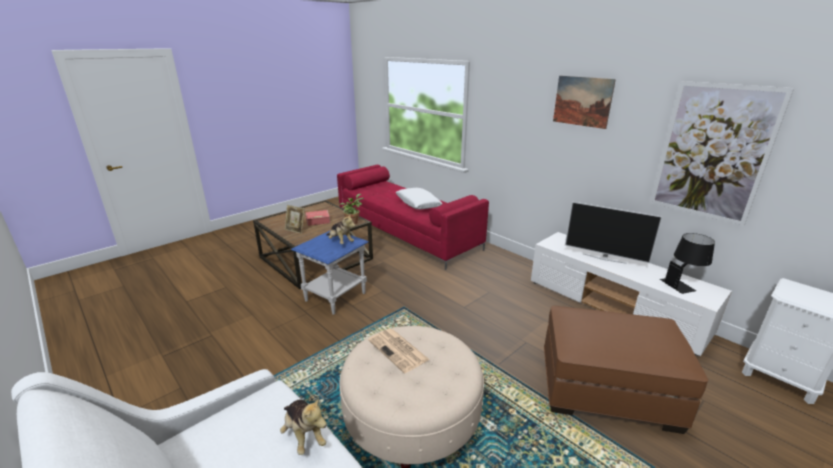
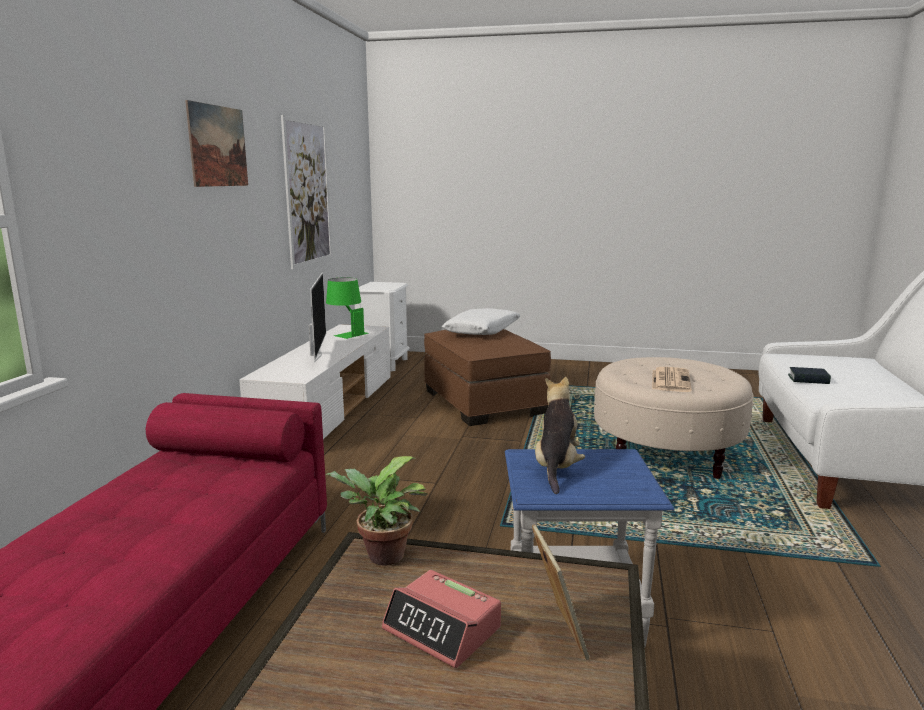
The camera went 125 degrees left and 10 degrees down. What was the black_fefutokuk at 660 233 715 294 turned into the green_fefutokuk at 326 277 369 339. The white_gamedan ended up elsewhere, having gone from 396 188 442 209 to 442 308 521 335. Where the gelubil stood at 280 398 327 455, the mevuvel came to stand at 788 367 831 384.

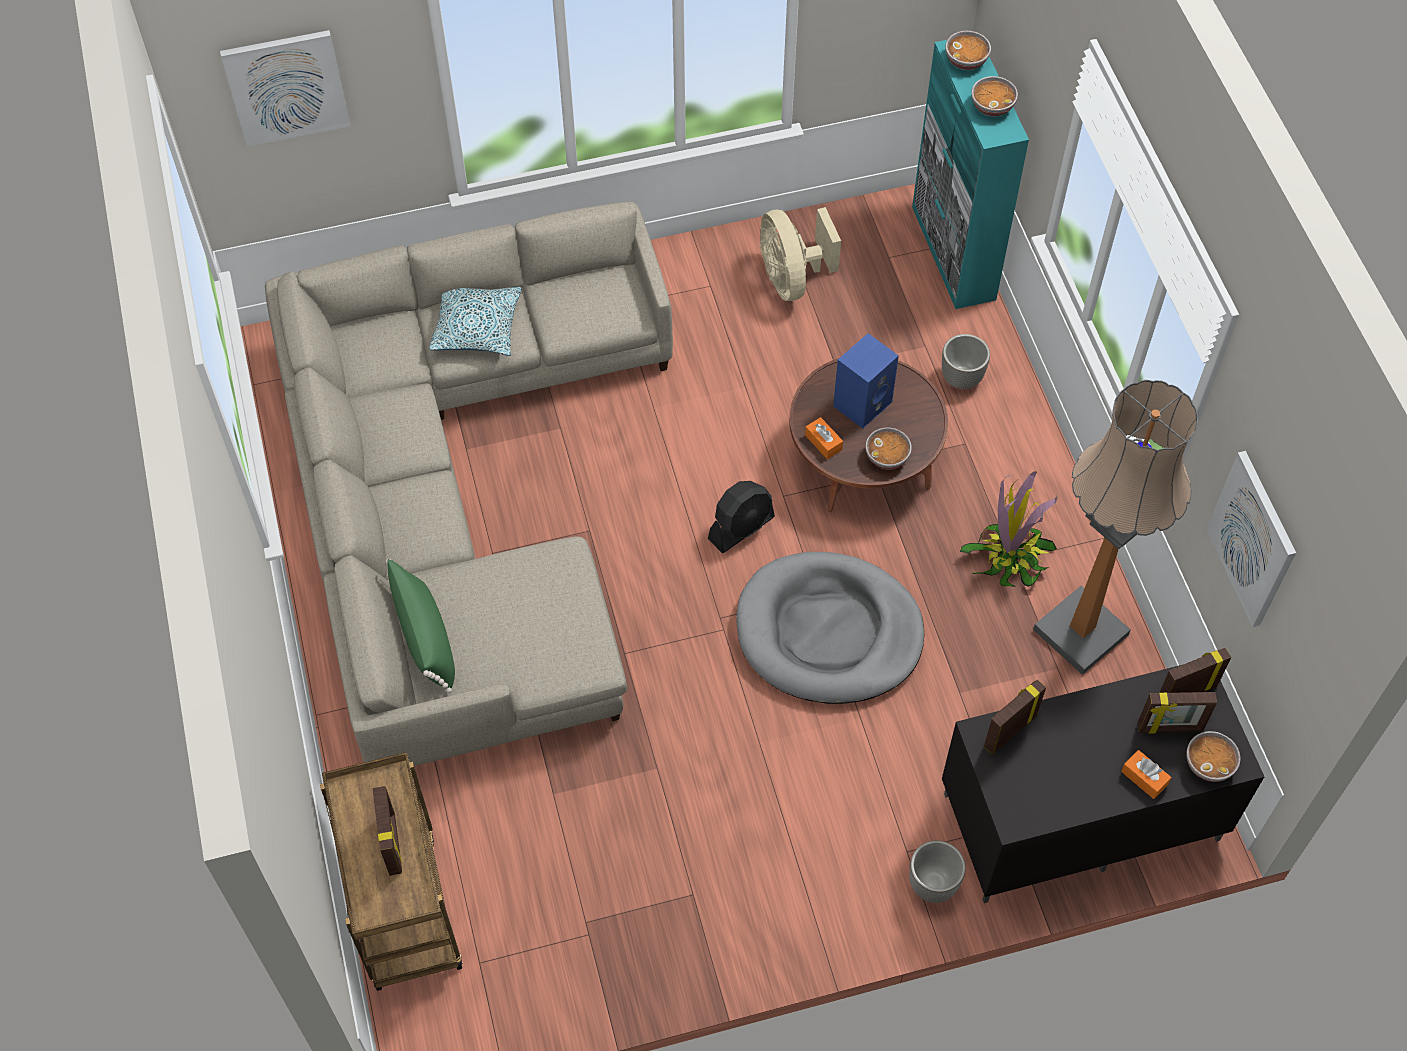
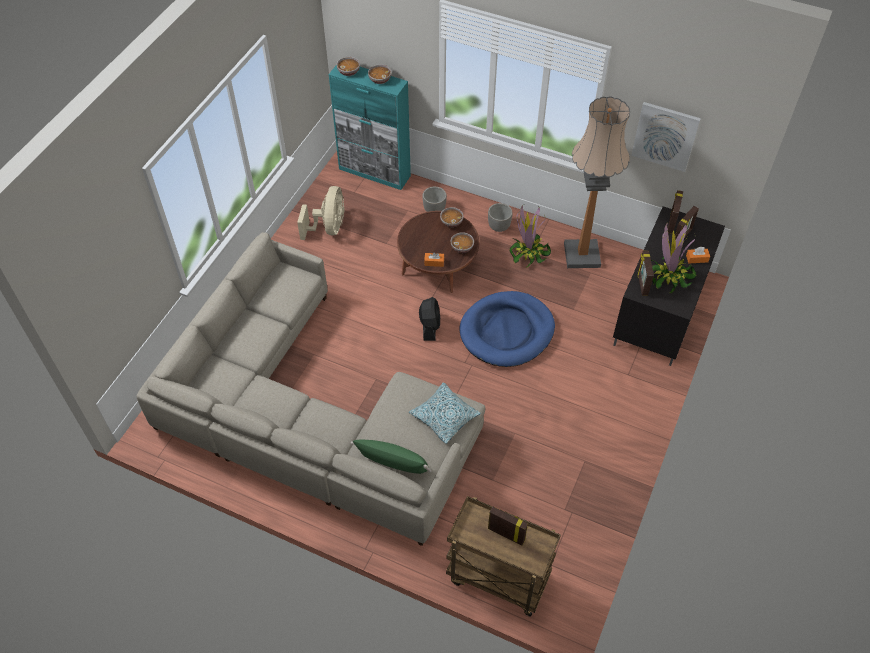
The camera went 50 degrees left and 5 degrees down. The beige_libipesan at 760 207 841 301 ended up facing another way, 105 degrees counterclockwise from before. The gamedan ended up elsewhere, having gone from 429 287 521 356 to 409 382 481 444. The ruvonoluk ended up elsewhere, having gone from 1186 731 1240 782 to 440 207 463 227. What was the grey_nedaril at 736 552 924 704 turned into the blue_nedaril at 459 291 555 367. The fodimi ended up elsewhere, having gone from 909 841 966 903 to 488 203 513 232. The second view gained the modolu at 651 223 696 294. The second view lost the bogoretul at 220 30 350 147. The second view lost the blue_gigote at 833 333 899 429.

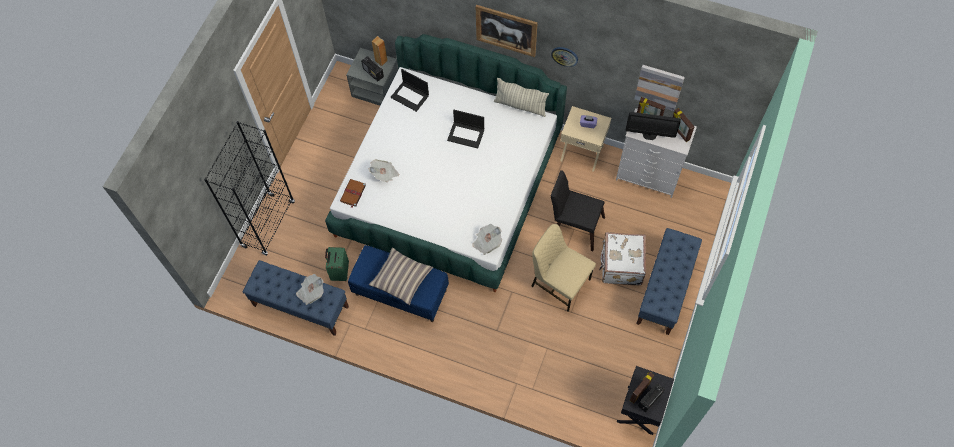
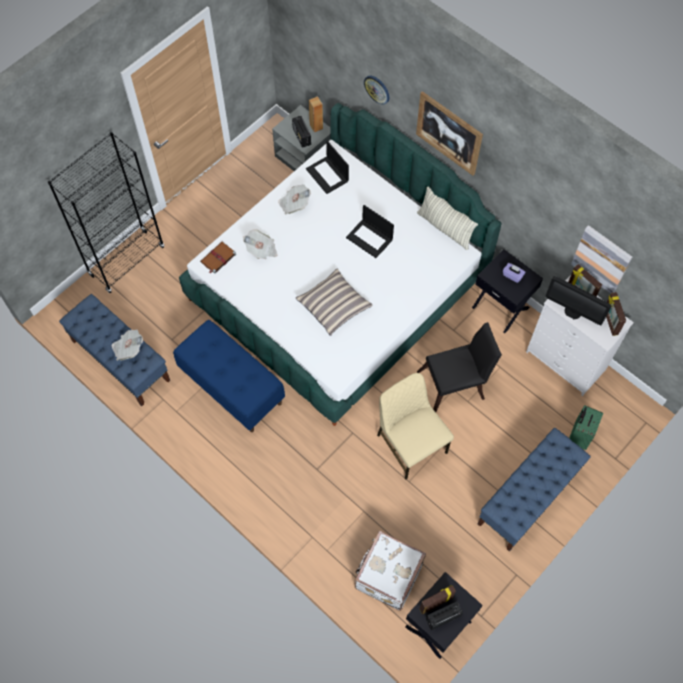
The camera went 20 degrees right and 0 degrees up. The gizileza ended up elsewhere, having gone from 472 224 502 255 to 278 184 311 215. The gamedan ended up elsewhere, having gone from 369 247 433 305 to 296 269 373 336. The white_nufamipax ended up elsewhere, having gone from 599 232 646 285 to 354 531 426 611. The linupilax ended up elsewhere, having gone from 551 47 578 67 to 364 76 389 105. The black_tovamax at 551 170 605 251 ended up facing another way, 120 degrees clockwise from before. What was the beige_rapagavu at 560 106 611 172 turned into the black_rapagavu at 472 249 543 333. The green_nufamipax ended up elsewhere, having gone from 325 247 349 281 to 569 405 603 450.

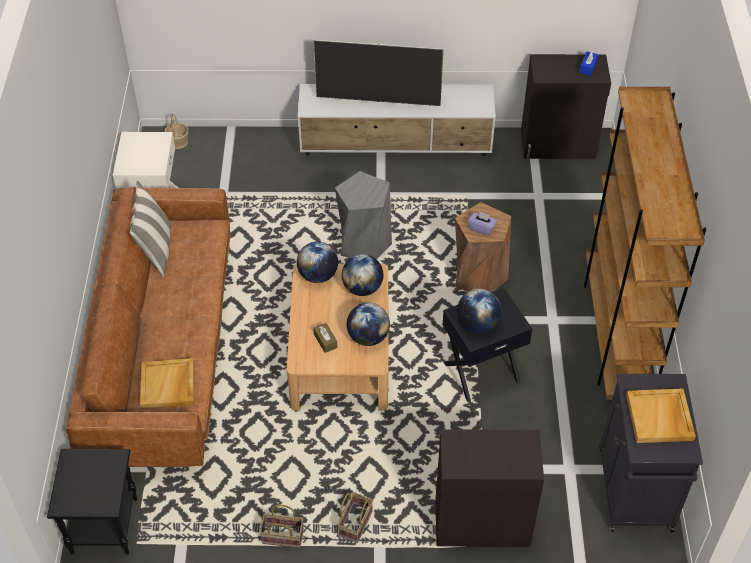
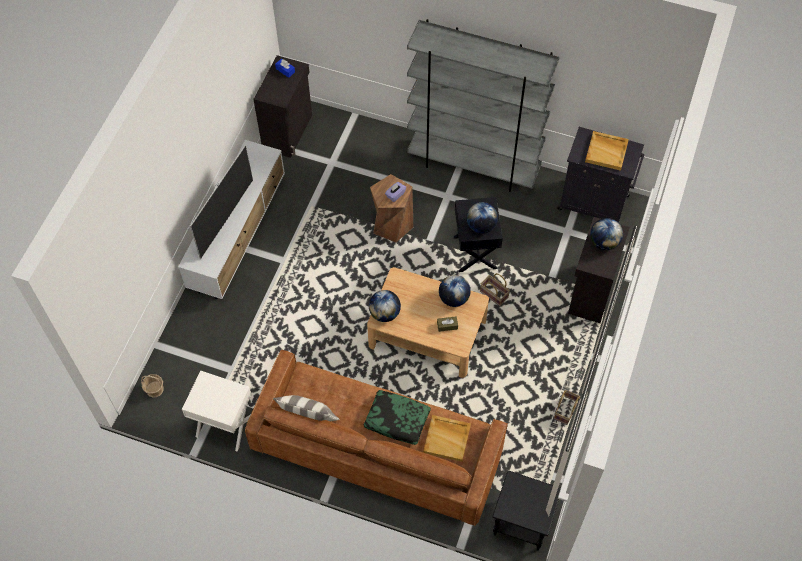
The camera went 70 degrees left and 10 degrees up. The second view gained the gamedan at 363 390 431 445. What was the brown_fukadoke at 584 87 706 400 turned into the grey_fukadoke at 407 19 560 192. The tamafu ended up elsewhere, having gone from 337 492 373 543 to 480 273 510 306. The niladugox ended up elsewhere, having gone from 342 254 384 296 to 590 218 623 250. The second view lost the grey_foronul at 335 171 392 259.

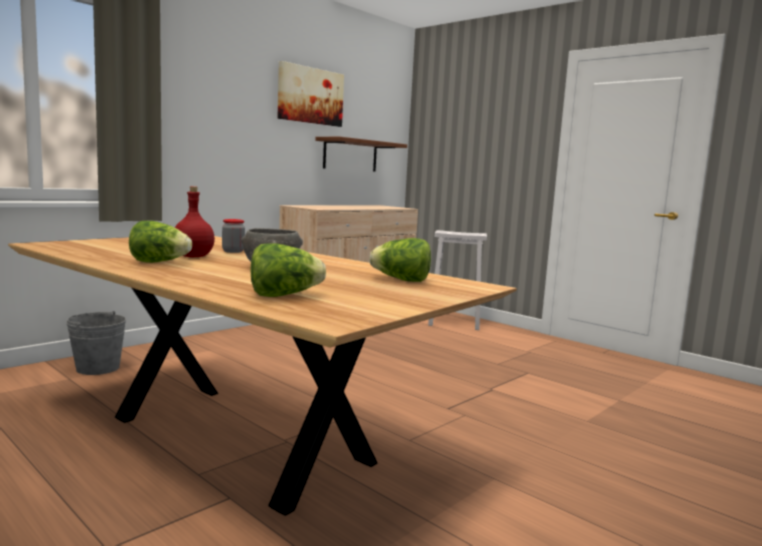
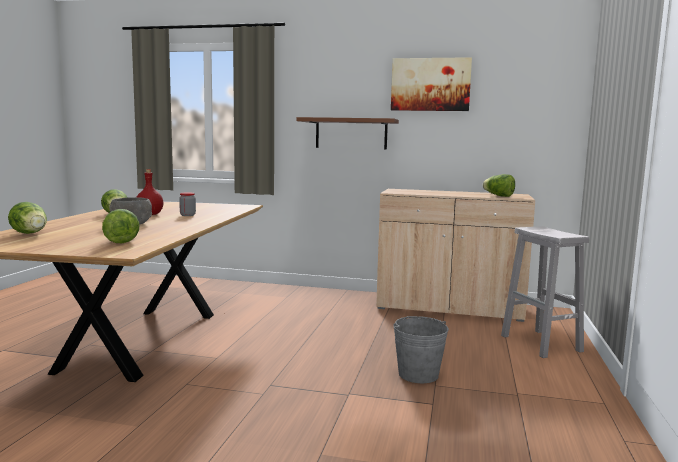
The camera went 60 degrees right and 0 degrees up. The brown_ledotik ended up elsewhere, having gone from 315 137 407 171 to 296 117 399 150. The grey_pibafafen ended up elsewhere, having gone from 66 311 126 375 to 393 316 449 383. The second view gained the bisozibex at 483 174 515 197.

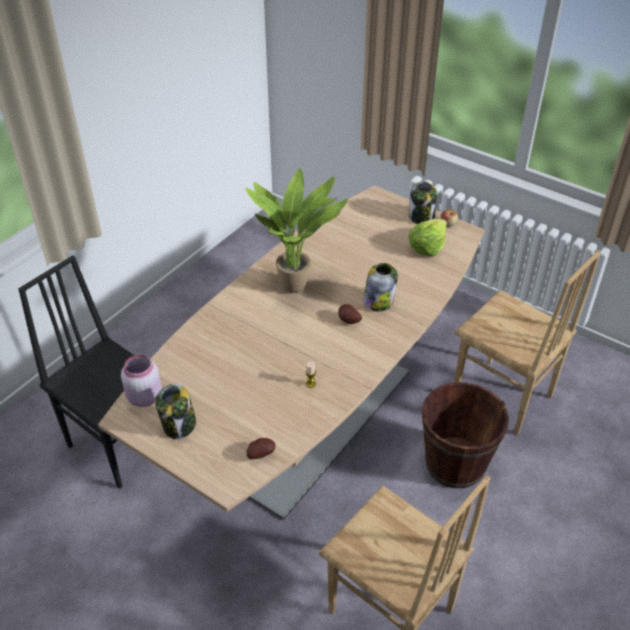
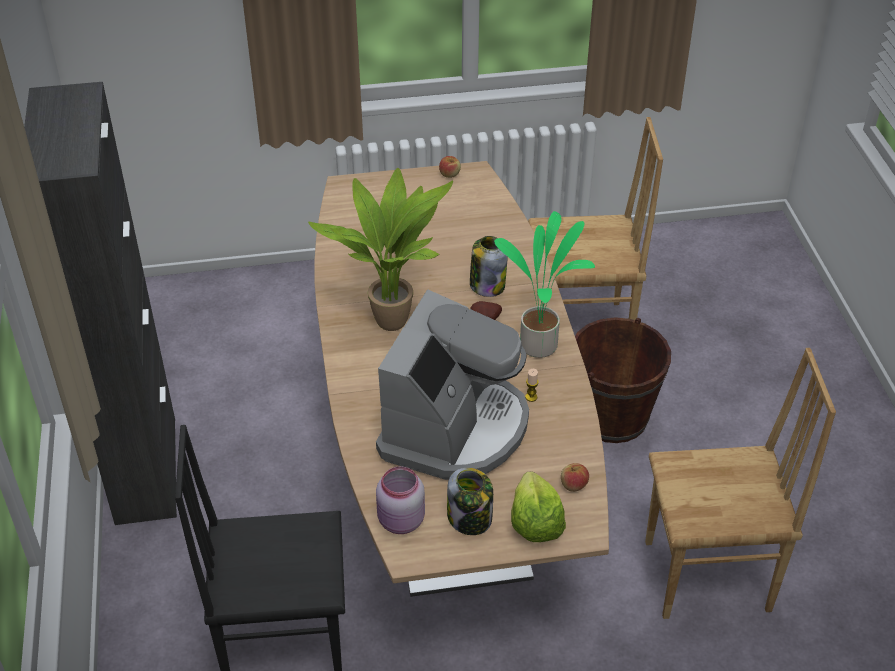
The camera went 45 degrees left and 0 degrees up. The second view gained the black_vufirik at 24 82 177 525. The second view gained the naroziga at 376 290 529 480. The second view gained the modolu at 494 211 595 358. The bisozibex ended up elsewhere, having gone from 409 219 447 257 to 511 472 566 542. Where the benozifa stood at 246 438 276 459, the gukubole came to stand at 561 463 589 492. The second view lost the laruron at 409 181 437 224.

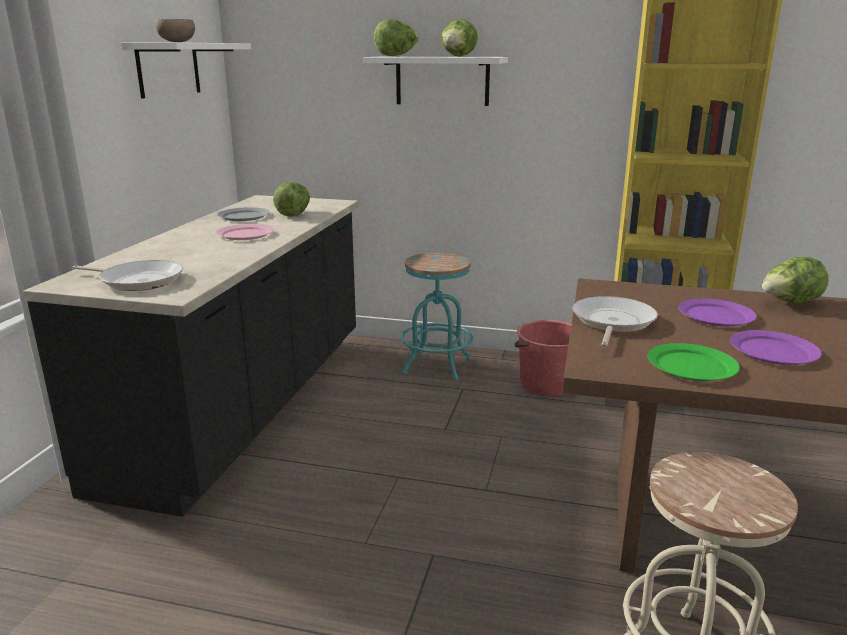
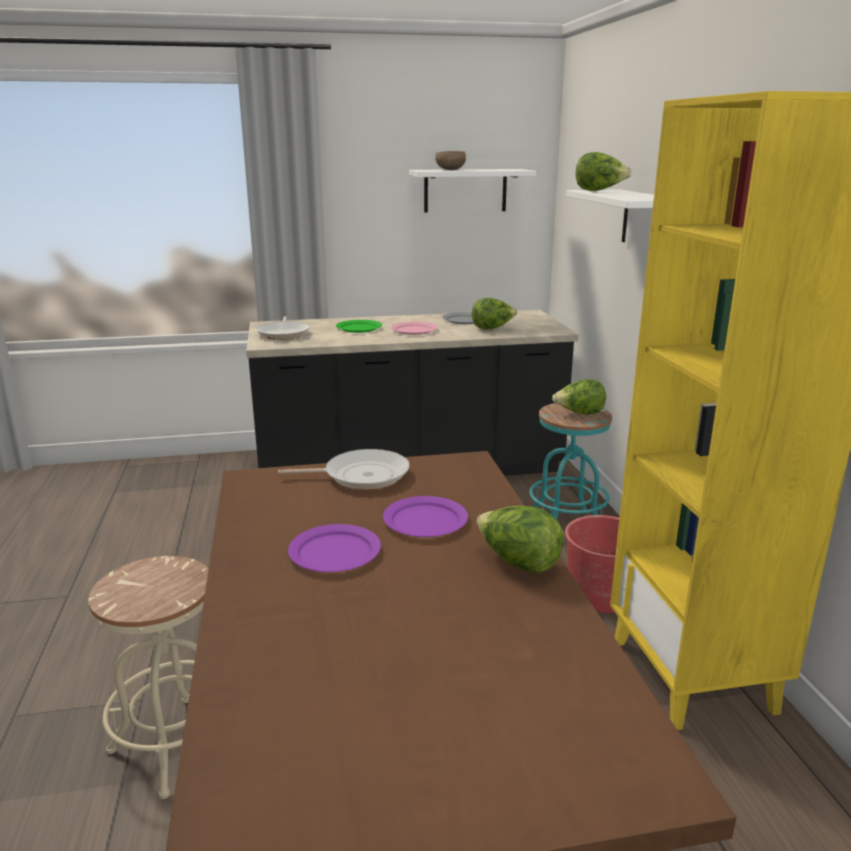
The camera went 65 degrees right and 0 degrees up. The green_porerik ended up elsewhere, having gone from 648 343 740 381 to 336 320 382 333. The bisozibex ended up elsewhere, having gone from 441 19 478 56 to 552 379 606 415.

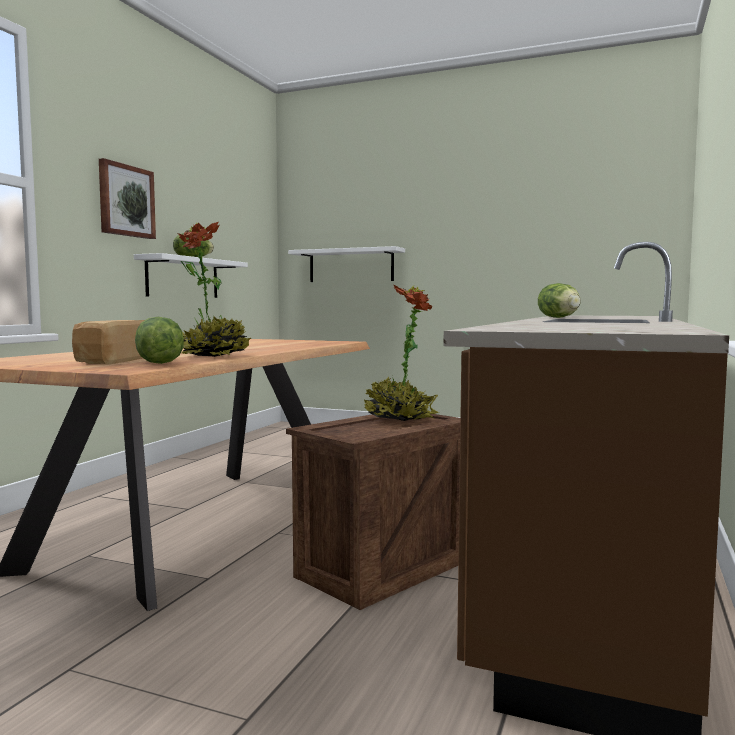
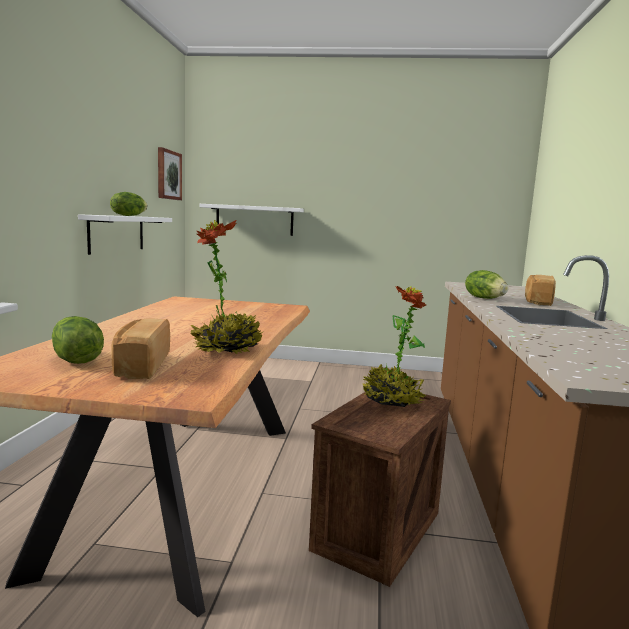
The camera went 15 degrees left and 5 degrees up. The bisozibex ended up elsewhere, having gone from 135 317 184 364 to 52 316 104 364. The bogoretul ended up elsewhere, having gone from 99 158 156 239 to 158 147 182 200. The second view gained the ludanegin at 525 275 556 306.

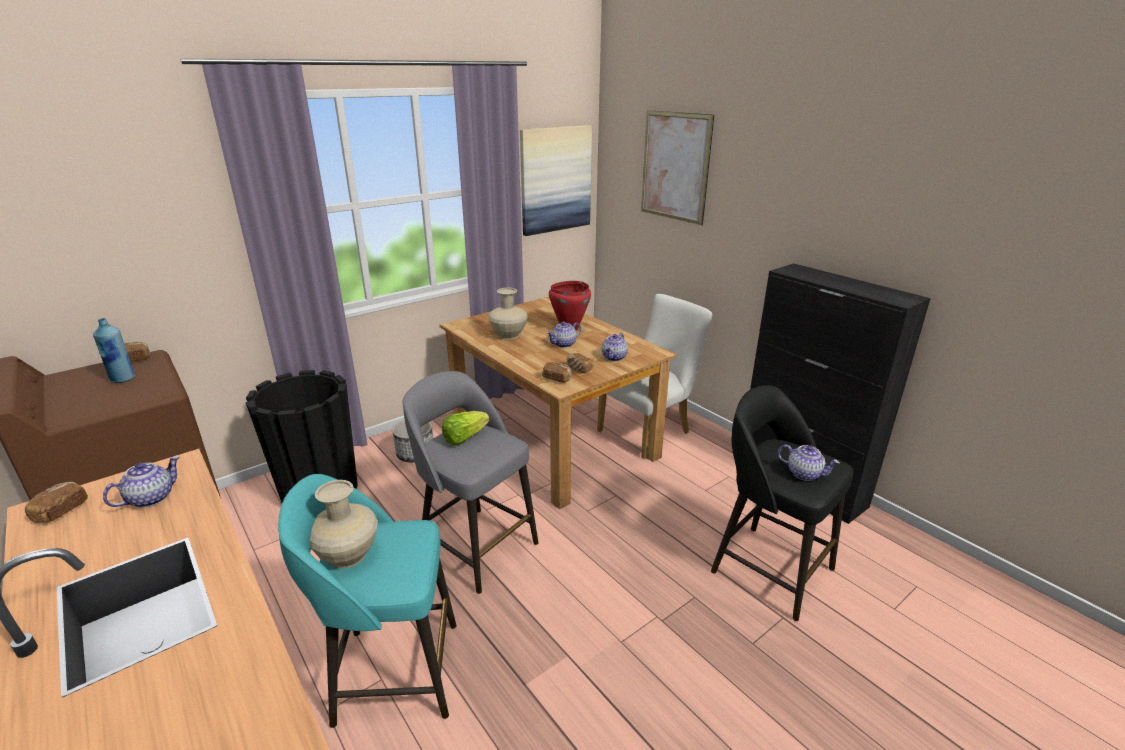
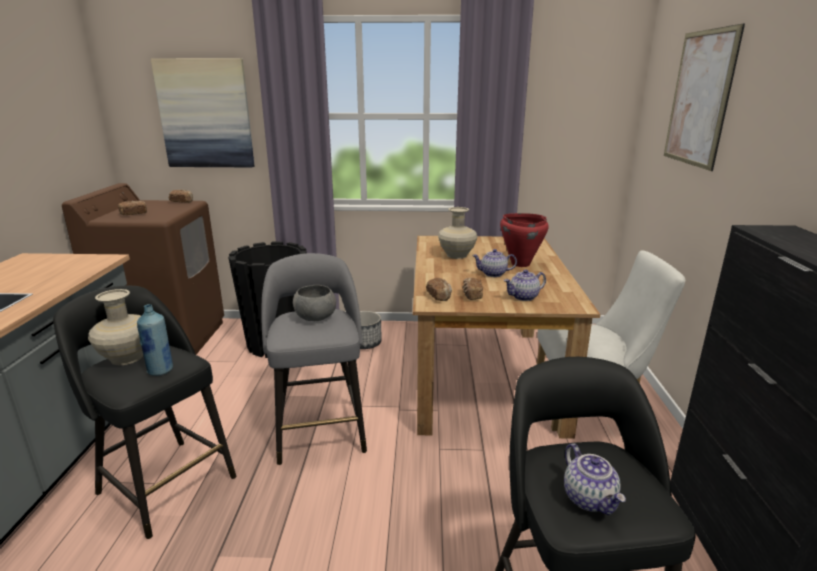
The camera went 40 degrees right and 5 degrees down. What was the turquoise_foronul at 278 474 457 728 turned into the black_foronul at 53 286 236 539. The ludanegin ended up elsewhere, having gone from 25 482 88 523 to 118 201 147 215. The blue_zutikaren ended up elsewhere, having gone from 93 318 135 383 to 137 304 173 376. The bogoretul ended up elsewhere, having gone from 520 125 592 236 to 151 58 254 167. Where the bisozibex stood at 442 411 490 445, the grey_ruvonoluk came to stand at 293 285 336 321. The second view lost the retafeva at 103 456 180 508.

